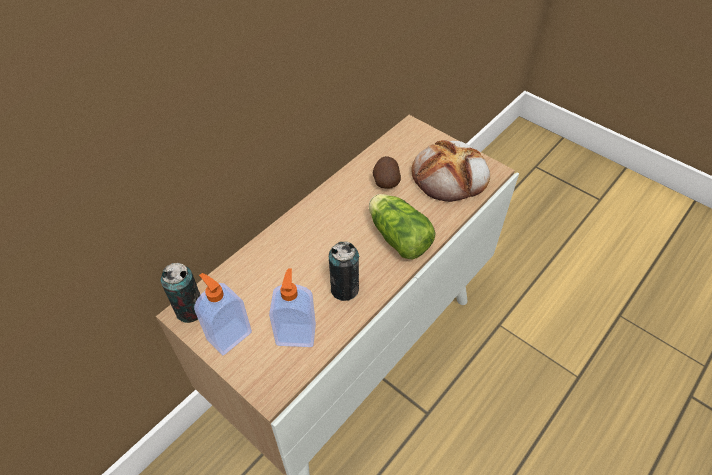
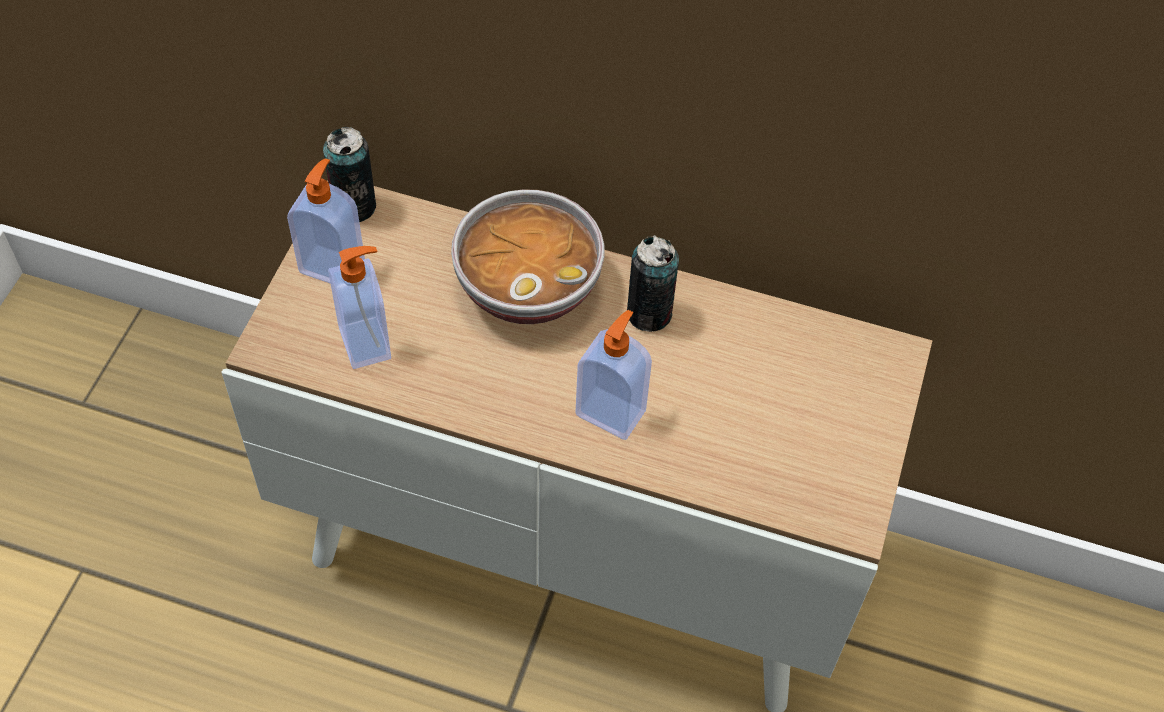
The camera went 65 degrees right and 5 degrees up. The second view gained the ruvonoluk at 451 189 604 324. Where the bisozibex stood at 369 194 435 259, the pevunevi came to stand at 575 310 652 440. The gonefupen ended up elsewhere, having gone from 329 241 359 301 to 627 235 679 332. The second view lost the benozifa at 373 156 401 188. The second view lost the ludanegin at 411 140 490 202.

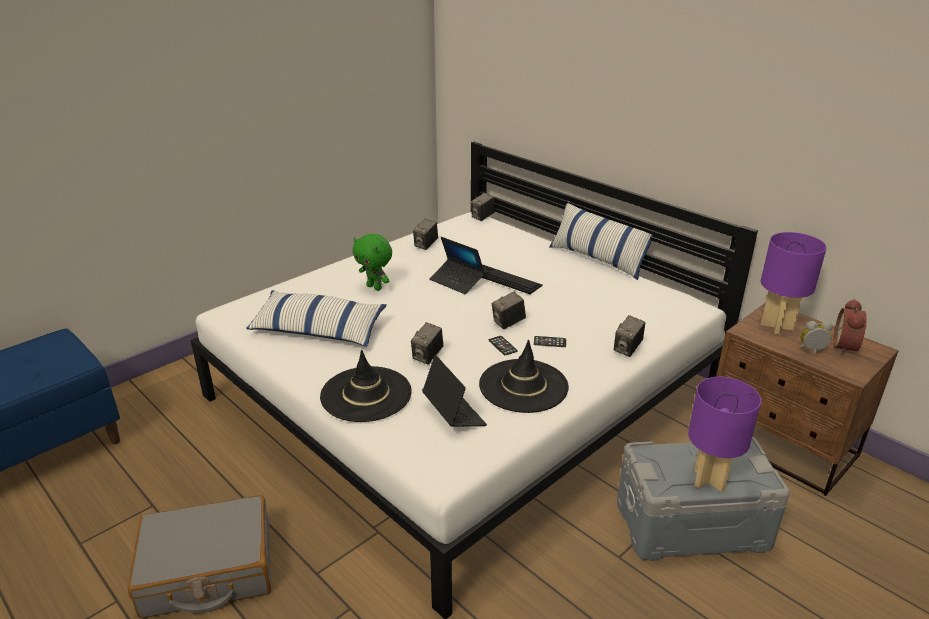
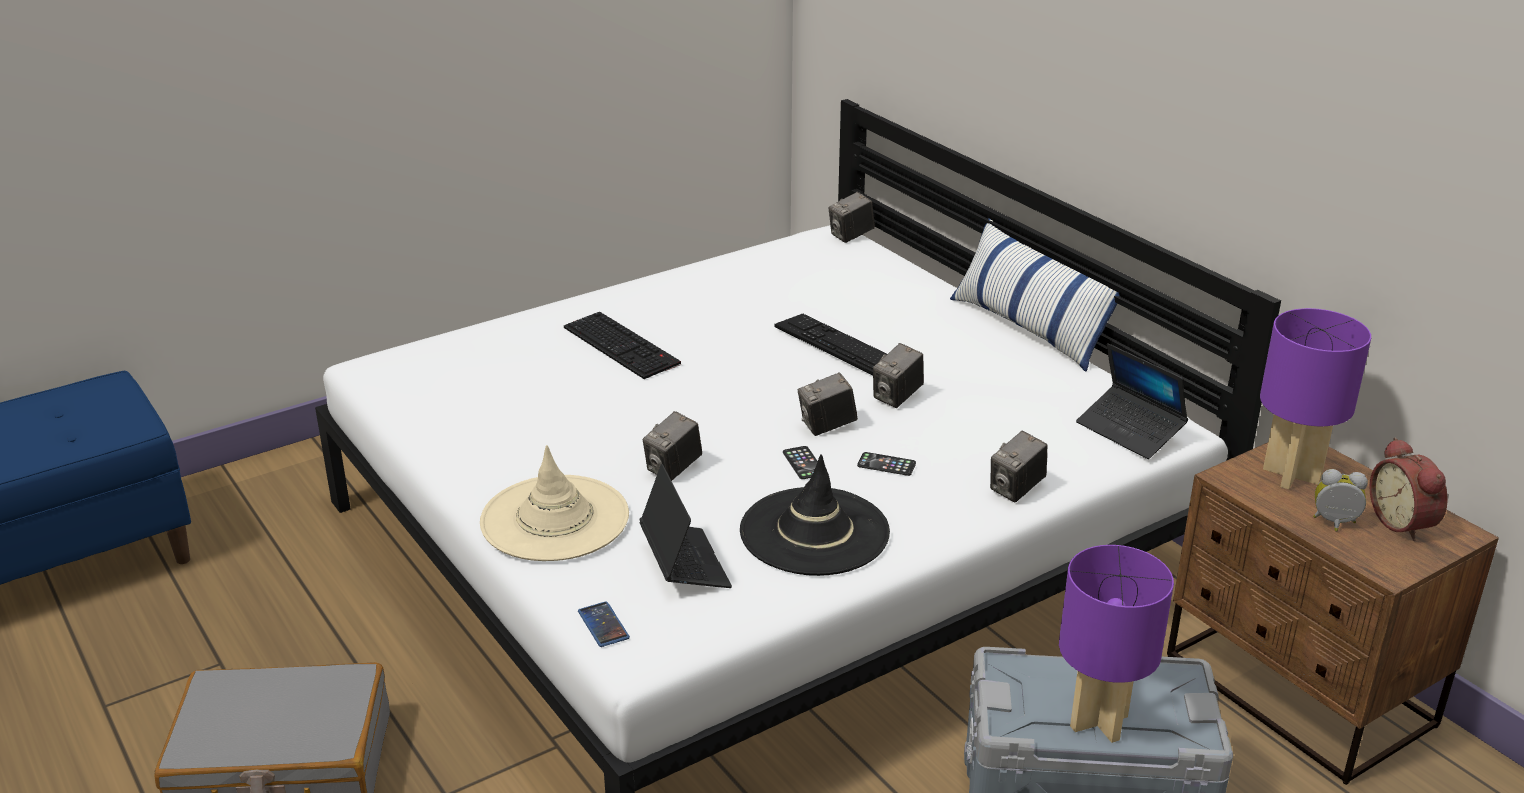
The camera went 10 degrees right and 0 degrees up. What was the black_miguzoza at 320 350 412 422 turned into the beige_miguzoza at 480 445 629 561. Where the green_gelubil stood at 352 234 392 291, the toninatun came to stand at 564 312 681 379. The second view gained the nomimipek at 578 601 630 647. The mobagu ended up elsewhere, having gone from 413 219 438 250 to 873 343 924 408. The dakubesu ended up elsewhere, having gone from 430 237 485 294 to 1076 343 1188 459. The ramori at 834 299 867 355 ended up facing another way, 45 degrees counterclockwise from before. The second view lost the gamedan at 246 290 387 347.

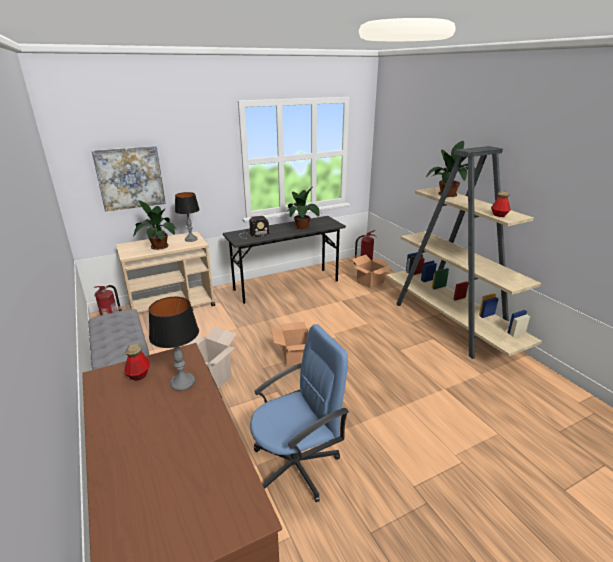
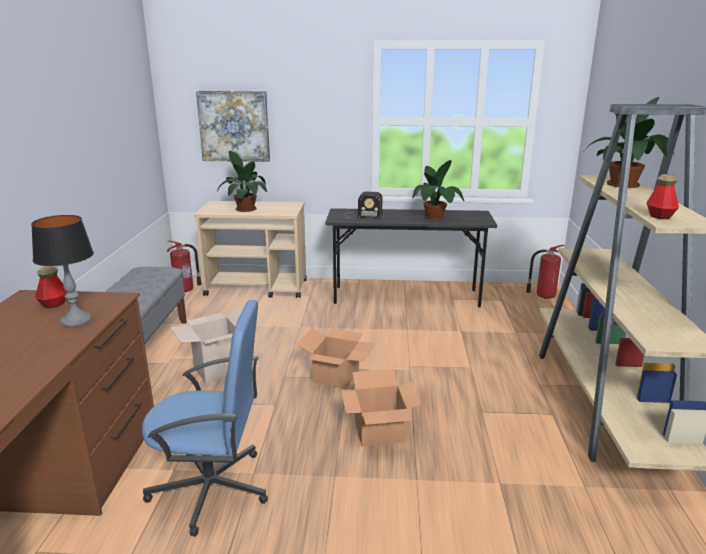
The camera went 30 degrees right and 5 degrees down. The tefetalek ended up elsewhere, having gone from 352 255 392 288 to 341 369 422 447. The second view lost the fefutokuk at 175 192 200 242.

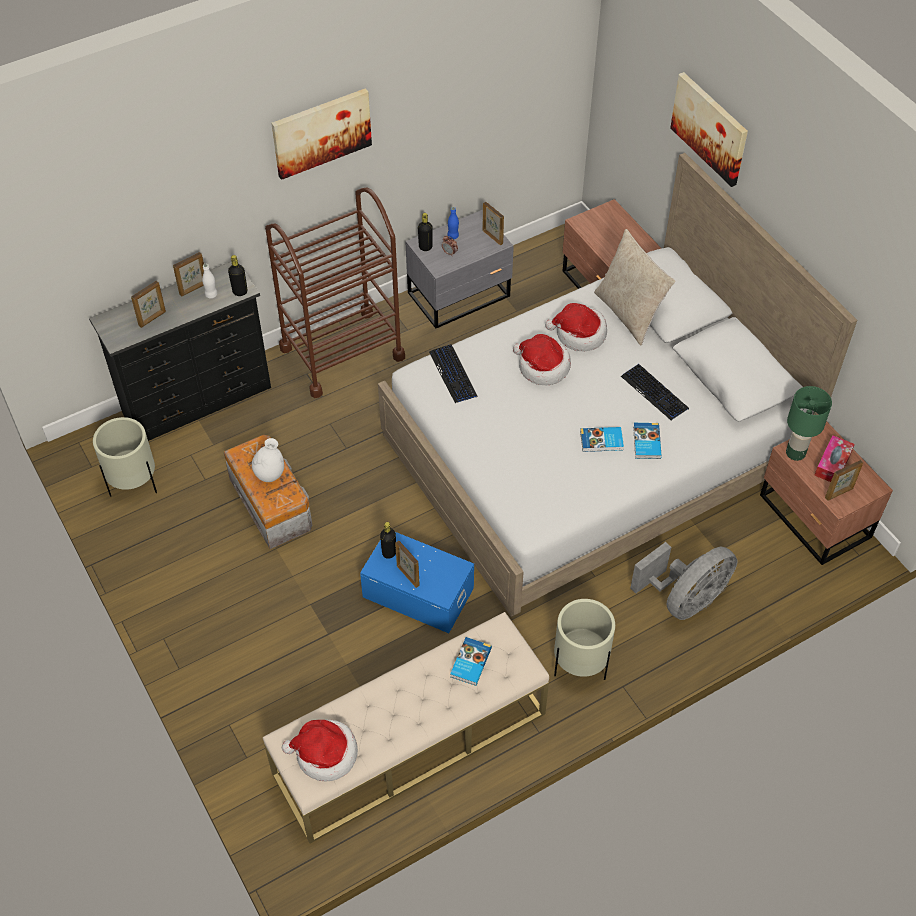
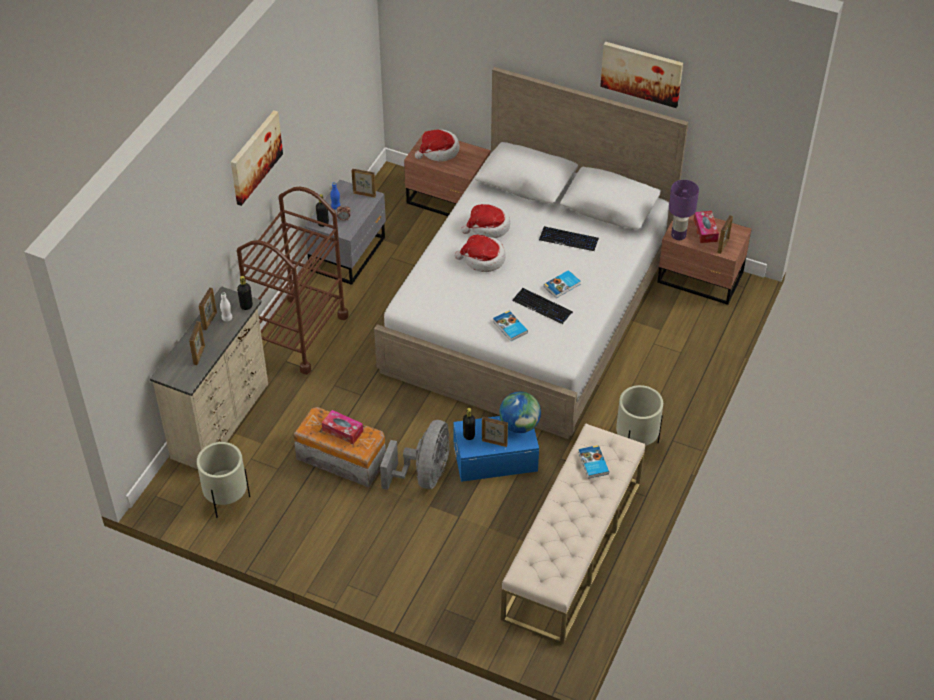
The camera went 35 degrees left and 5 degrees down. What was the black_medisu at 89 262 271 441 turned into the beige_medisu at 150 286 268 469. Where the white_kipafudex stood at 252 438 284 482, the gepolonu came to stand at 322 410 363 444. The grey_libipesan ended up elsewhere, having gone from 630 542 737 620 to 380 420 449 490. The miguzoza ended up elsewhere, having gone from 282 720 358 781 to 415 130 460 162. The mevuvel ended up elsewhere, having gone from 633 423 662 459 to 493 311 528 341. The second view gained the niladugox at 499 392 541 433. The toninatun ended up elsewhere, having gone from 429 344 477 403 to 512 288 573 324. The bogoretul ended up elsewhere, having gone from 670 72 748 187 to 600 42 683 108. What was the green_fefutokuk at 786 386 832 461 turned into the purple_fefutokuk at 669 180 699 240. The second view lost the beige_gamedan at 594 229 676 346.

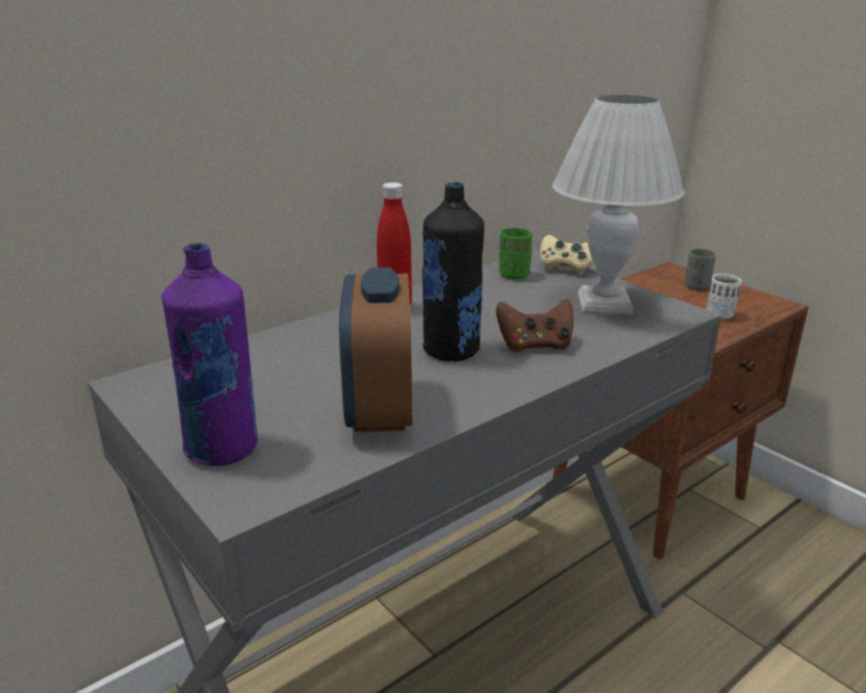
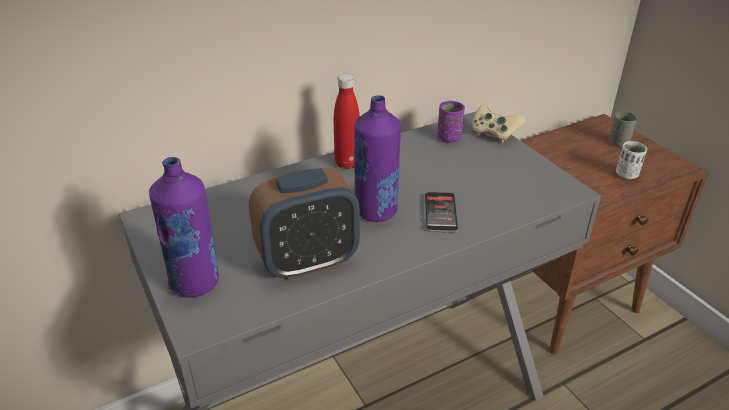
The camera went 10 degrees right and 10 degrees up. The ramori at 339 267 412 432 ended up facing another way, 120 degrees counterclockwise from before. What was the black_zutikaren at 422 182 484 361 turned into the purple_zutikaren at 354 95 401 222. Where the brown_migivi stood at 496 298 574 352, the nomimipek came to stand at 425 192 458 233. What was the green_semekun at 499 228 532 279 turned into the purple_semekun at 437 101 465 143. The second view lost the white_fefutokuk at 552 94 685 315.

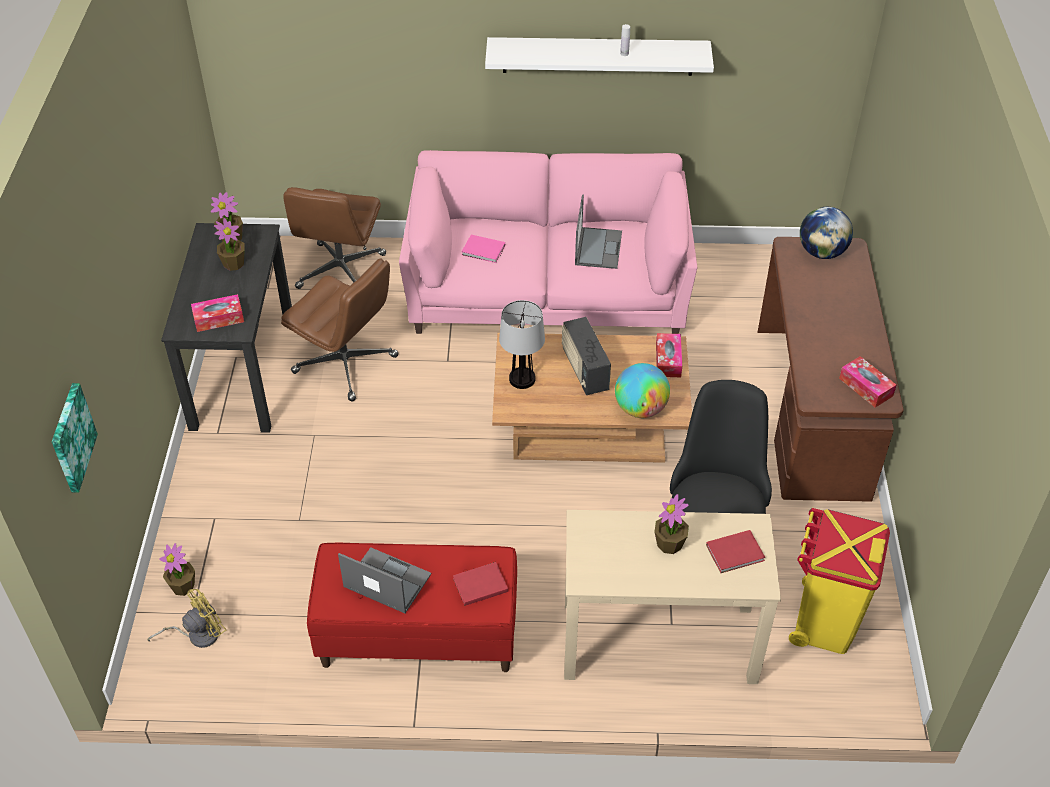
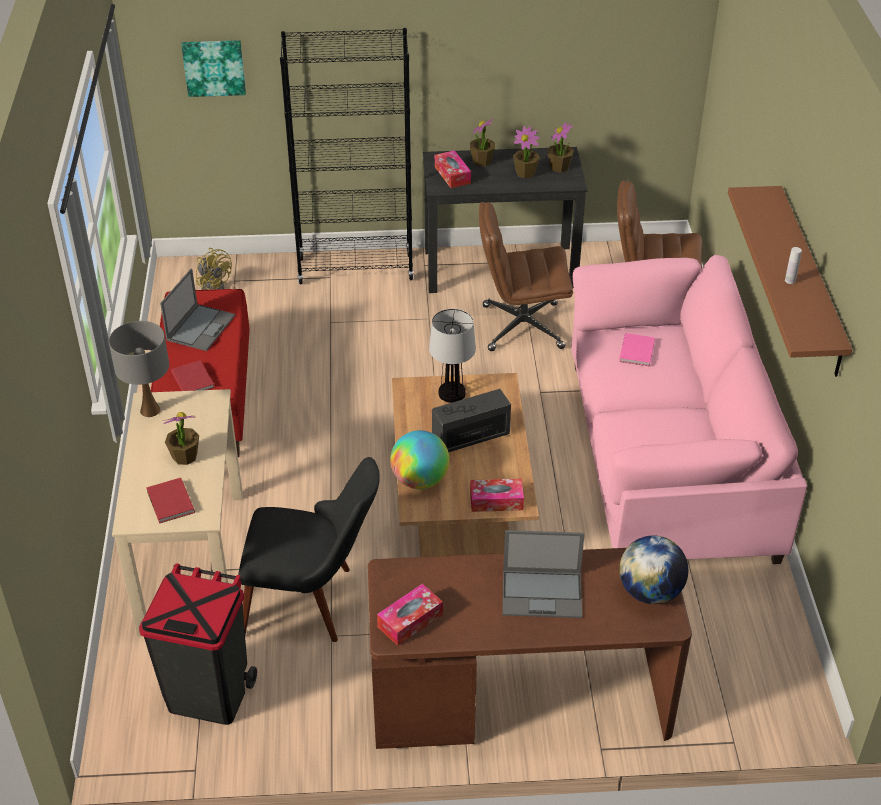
The camera went 85 degrees right and 5 degrees down. The second view gained the grey_fefutokuk at 109 321 169 417. What was the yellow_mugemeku at 789 508 890 654 turned into the black_mugemeku at 139 563 257 725. The second view gained the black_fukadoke at 280 28 414 284. The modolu ended up elsewhere, having gone from 159 543 195 596 to 470 118 495 166. The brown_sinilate at 281 259 398 401 ended up facing another way, 60 degrees clockwise from before. The dakubesu ended up elsewhere, having gone from 575 194 622 269 to 503 530 585 618. What was the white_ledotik at 485 37 714 76 turned into the brown_ledotik at 728 186 853 377.

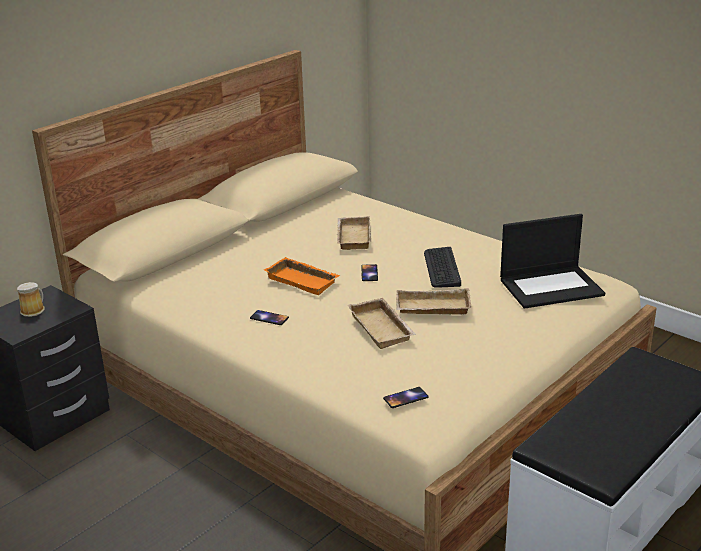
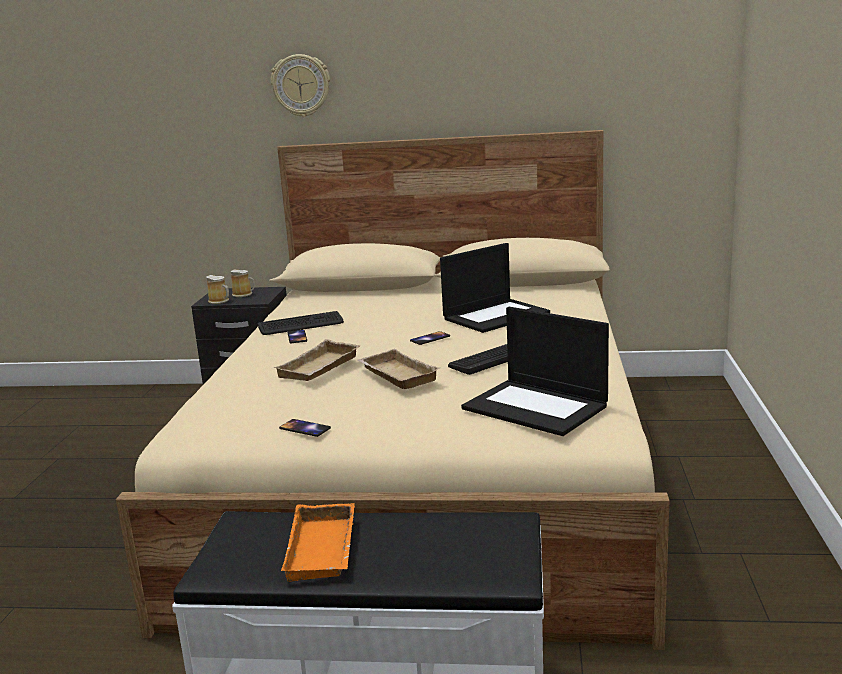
The camera went 55 degrees right and 10 degrees down. The second view gained the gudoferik at 206 275 229 304. The second view gained the toninatun at 258 311 344 335. The second view gained the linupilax at 271 54 330 117. The nomimipek ended up elsewhere, having gone from 383 387 429 408 to 279 419 331 437. The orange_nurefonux ended up elsewhere, having gone from 264 257 340 295 to 281 503 355 582. Where the beige_nurefonux stood at 337 216 371 250, the dakubesu came to stand at 440 243 550 333.

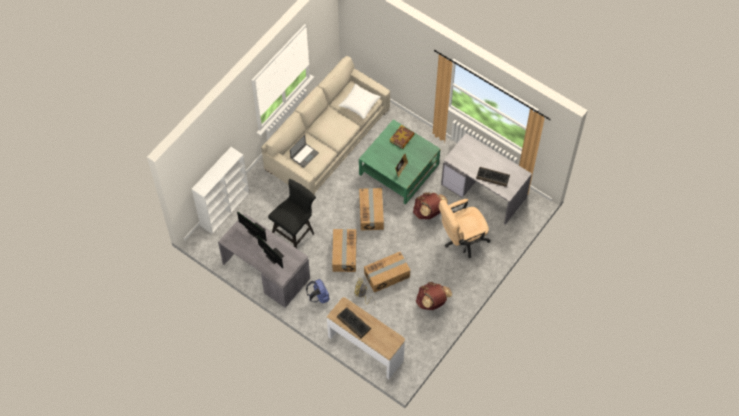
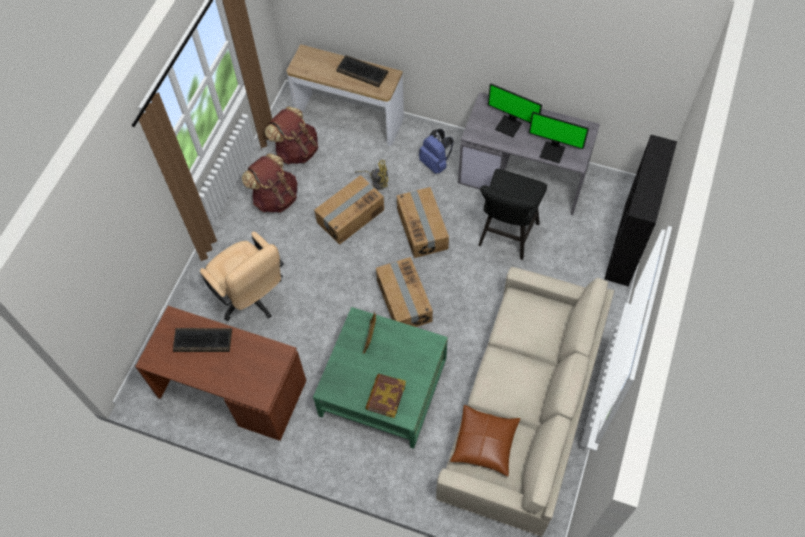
The camera went 165 degrees right and 0 degrees up. What was the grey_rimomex at 441 133 532 225 turned into the brown_rimomex at 135 306 306 441. The beige_sinilate at 439 199 491 258 ended up facing another way, 90 degrees clockwise from before. The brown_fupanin ended up elsewhere, having gone from 413 192 448 219 to 265 106 318 165. What was the white_gamedan at 339 83 381 119 turned into the brown_gamedan at 450 405 521 476. What was the white_fukadoke at 192 147 249 234 turned into the black_fukadoke at 604 135 677 286. The second view lost the dakubesu at 290 135 319 168.

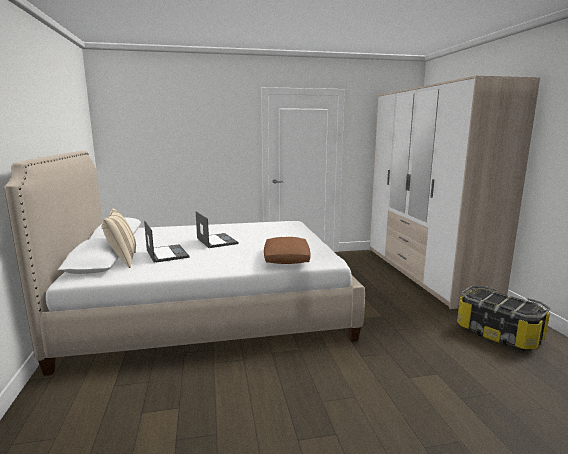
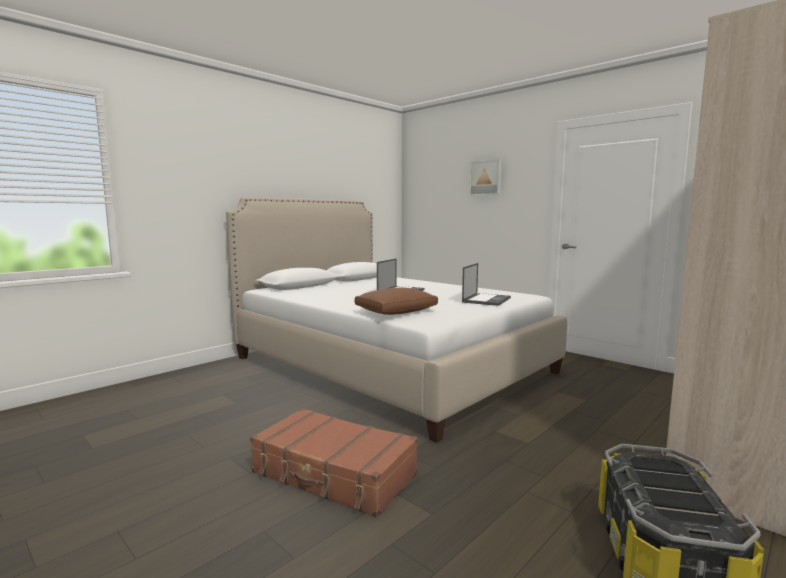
The camera went 55 degrees right and 5 degrees down. The second view gained the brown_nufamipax at 250 408 417 517. The dakubesu ended up elsewhere, having gone from 144 221 189 263 to 462 263 511 306. The second view gained the bogoretul at 469 159 502 196. The second view lost the beige_gamedan at 102 208 136 268.

